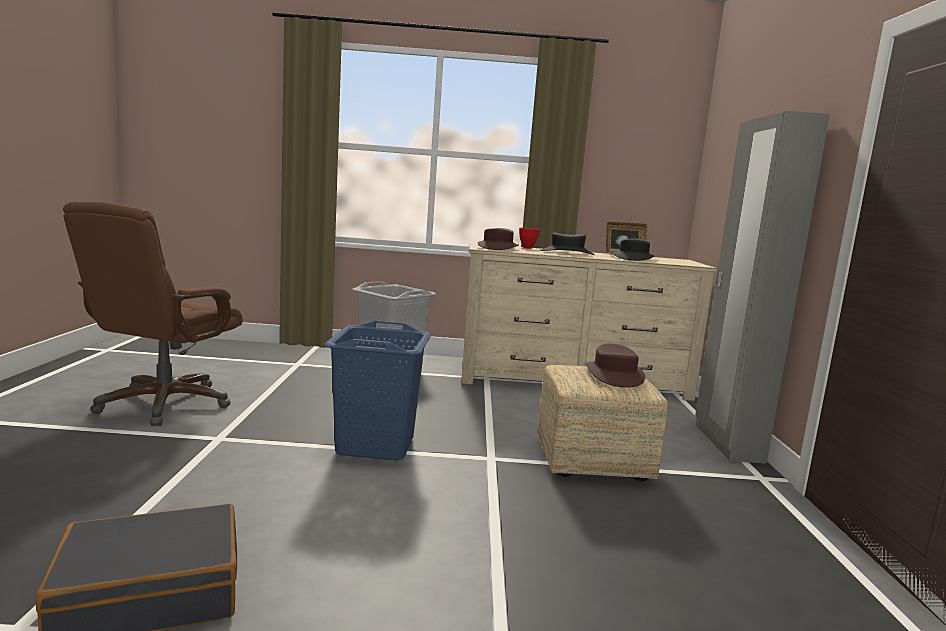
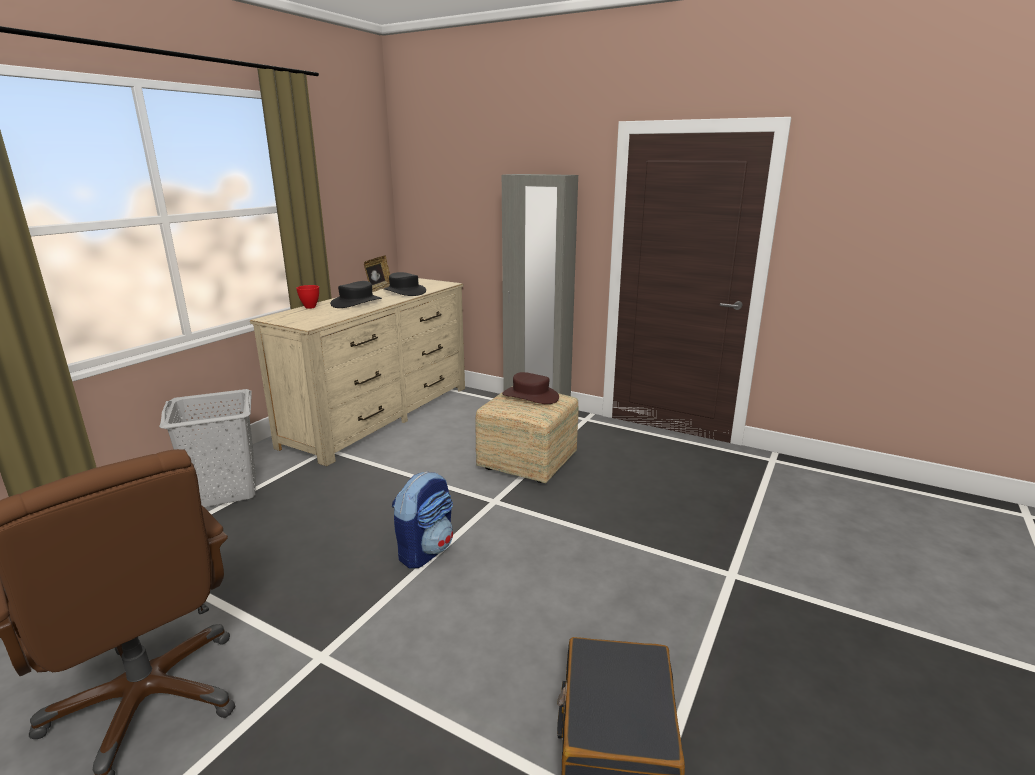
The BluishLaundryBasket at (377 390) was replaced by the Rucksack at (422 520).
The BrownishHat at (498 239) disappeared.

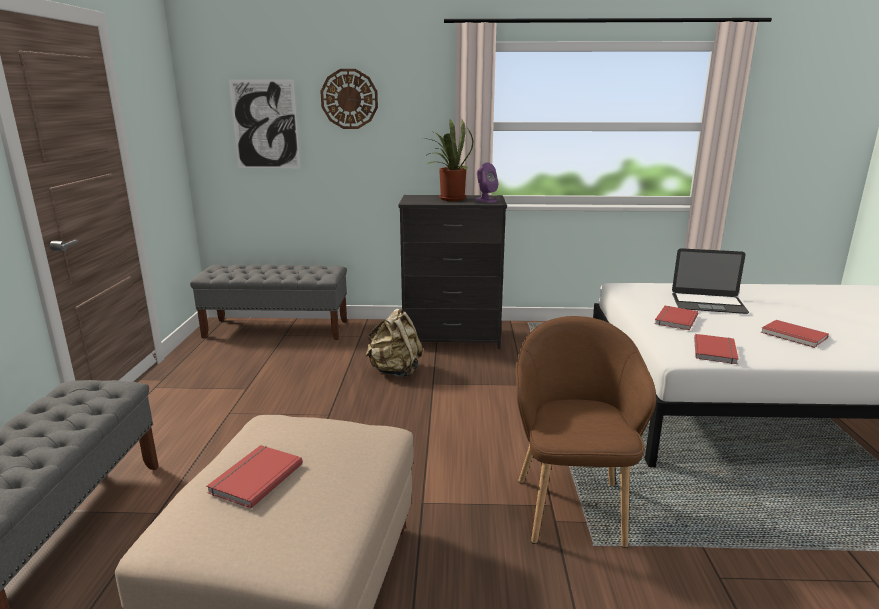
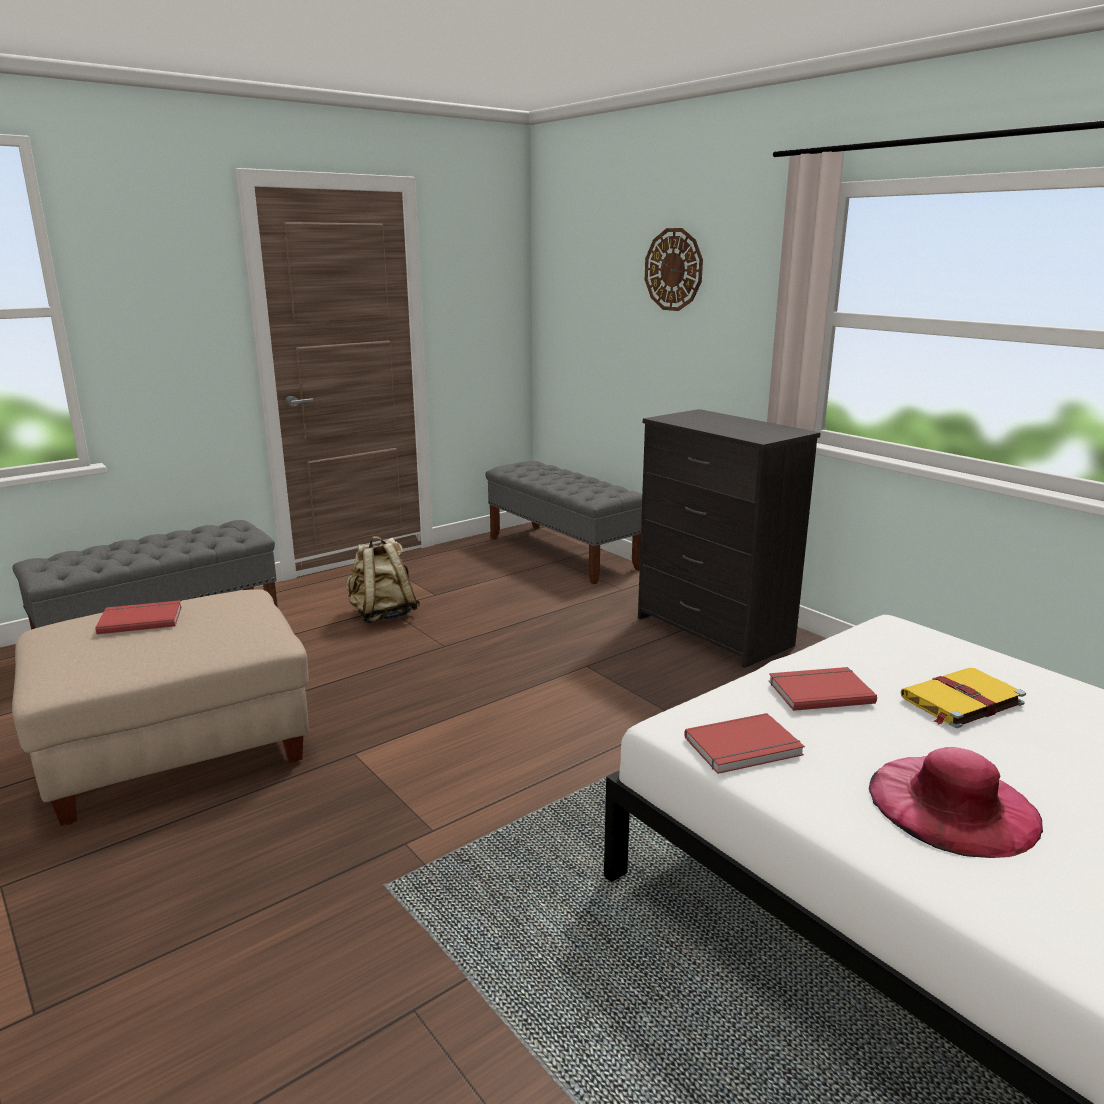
The Picture at (264 124) disappeared.
The BeigeRucksack moved from (394 343) to (383 580).
The PlantInAPot at (448 160) disappeared.
The PurplishAudioSpeaker at (487 182) disappeared.
The BrownishEasyChair at (586 432) disappeared.
The NotebookComputer at (710 281) was replaced by the YellowishBoundBook at (963 698).
The RedBoundBook at (795 334) was replaced by the PinkishHat at (956 802).

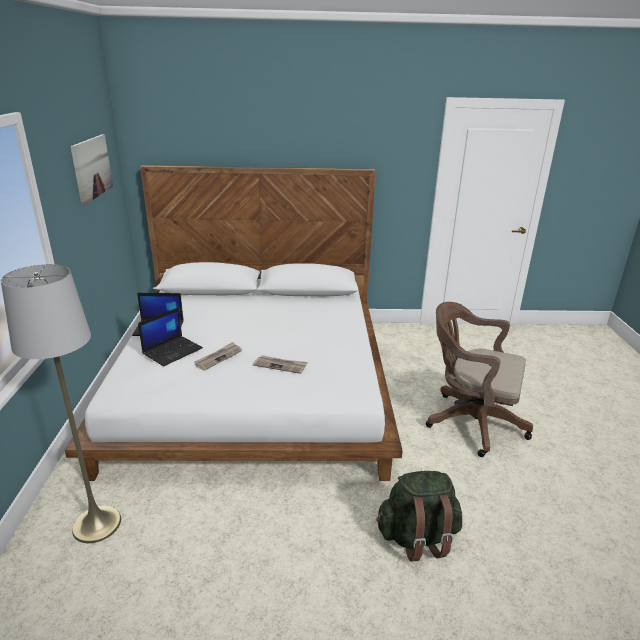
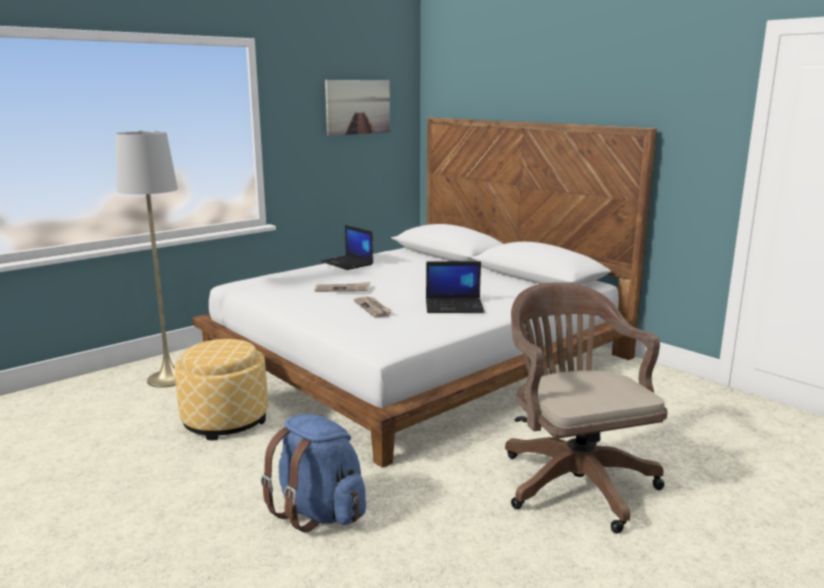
The NotebookComputer moved from (170 336) to (455 287).
The GreenColouredRucksack at (419 516) became the BluishRucksack at (313 473).
The Footrest at (221 389) appeared.

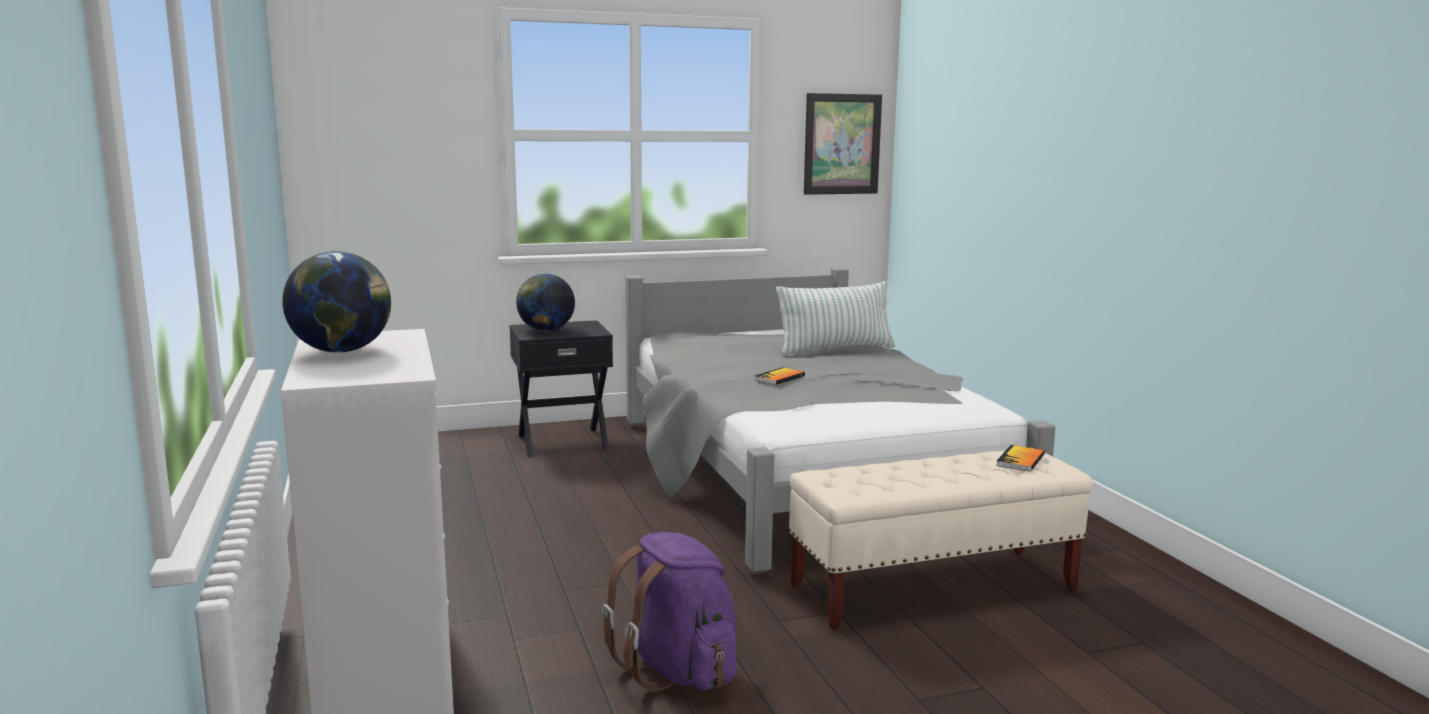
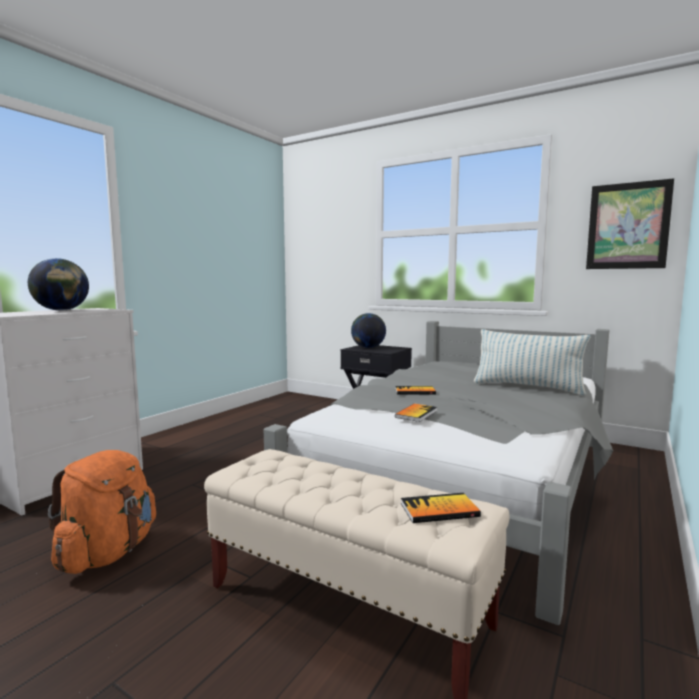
The PurplishRucksack at (669 612) became the OrangeColouredRucksack at (102 512).
The BoundBook at (416 412) appeared.

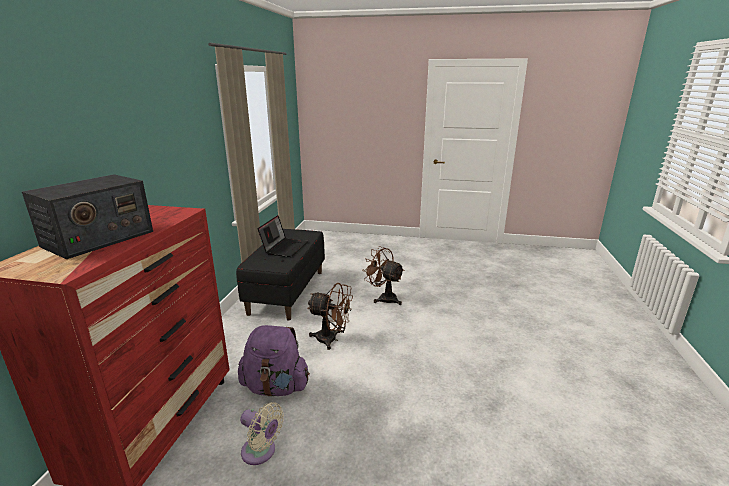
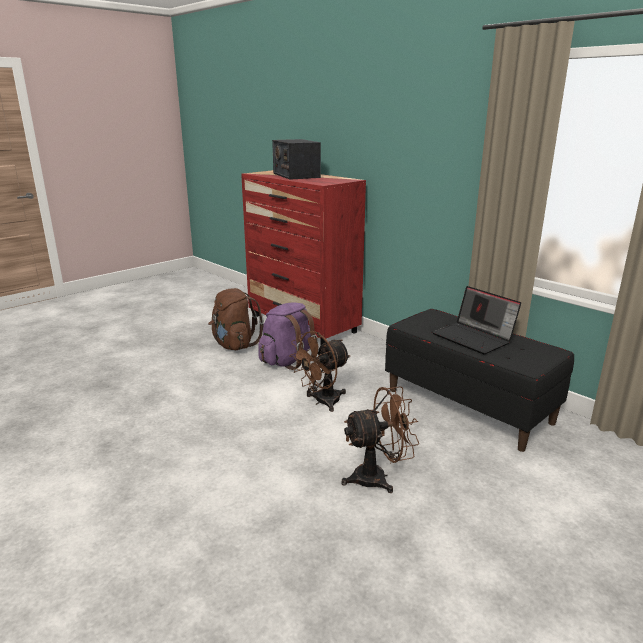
The BeigeCoolingFan at (262 433) was replaced by the BrownishRucksack at (236 319).

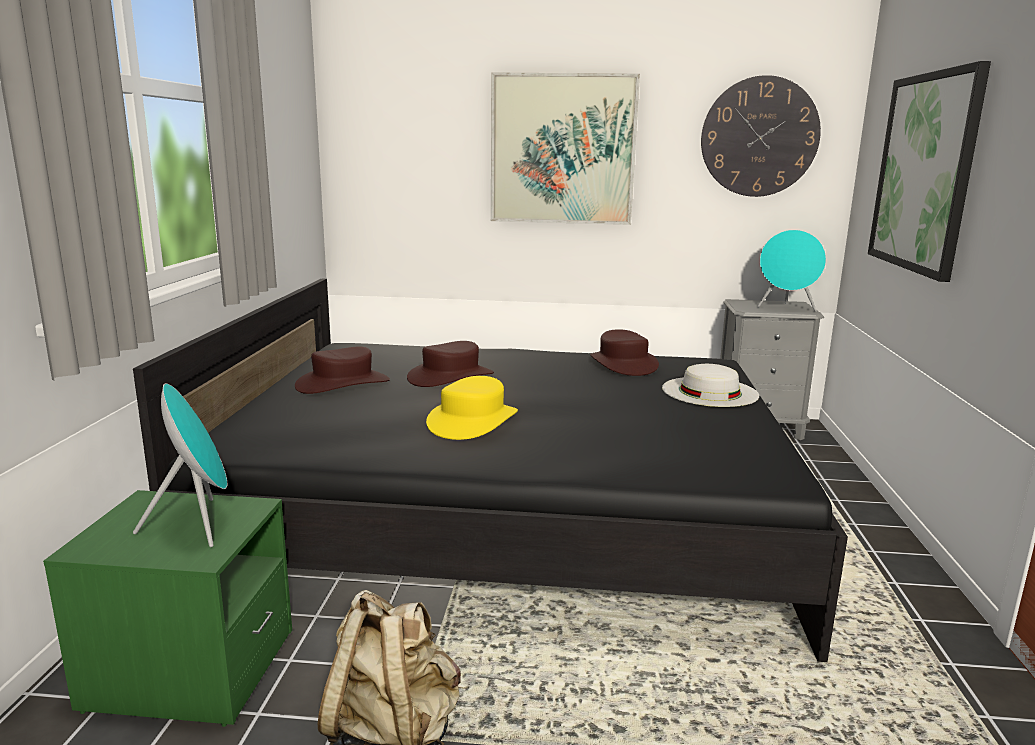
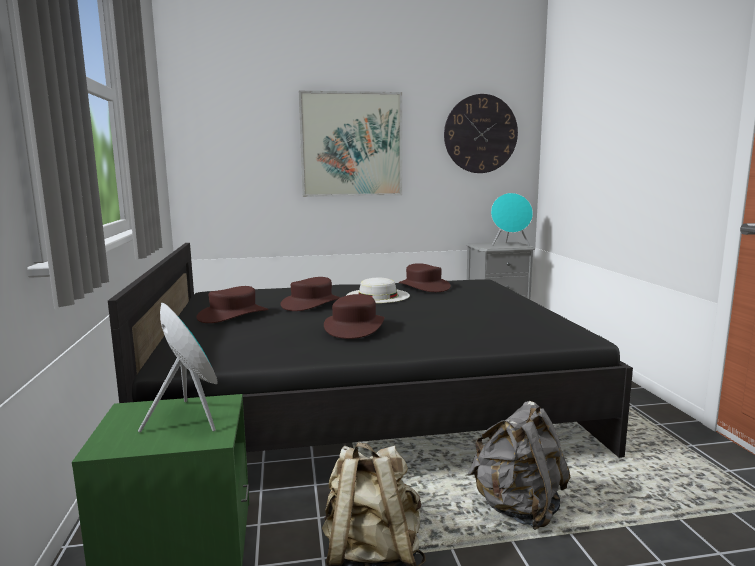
The YellowishHat at (472 408) became the BrownishHat at (354 316).
The WhitishHat moved from (710 385) to (378 290).
The Picture at (929 171) disappeared.
The GrayRucksack at (518 465) appeared.

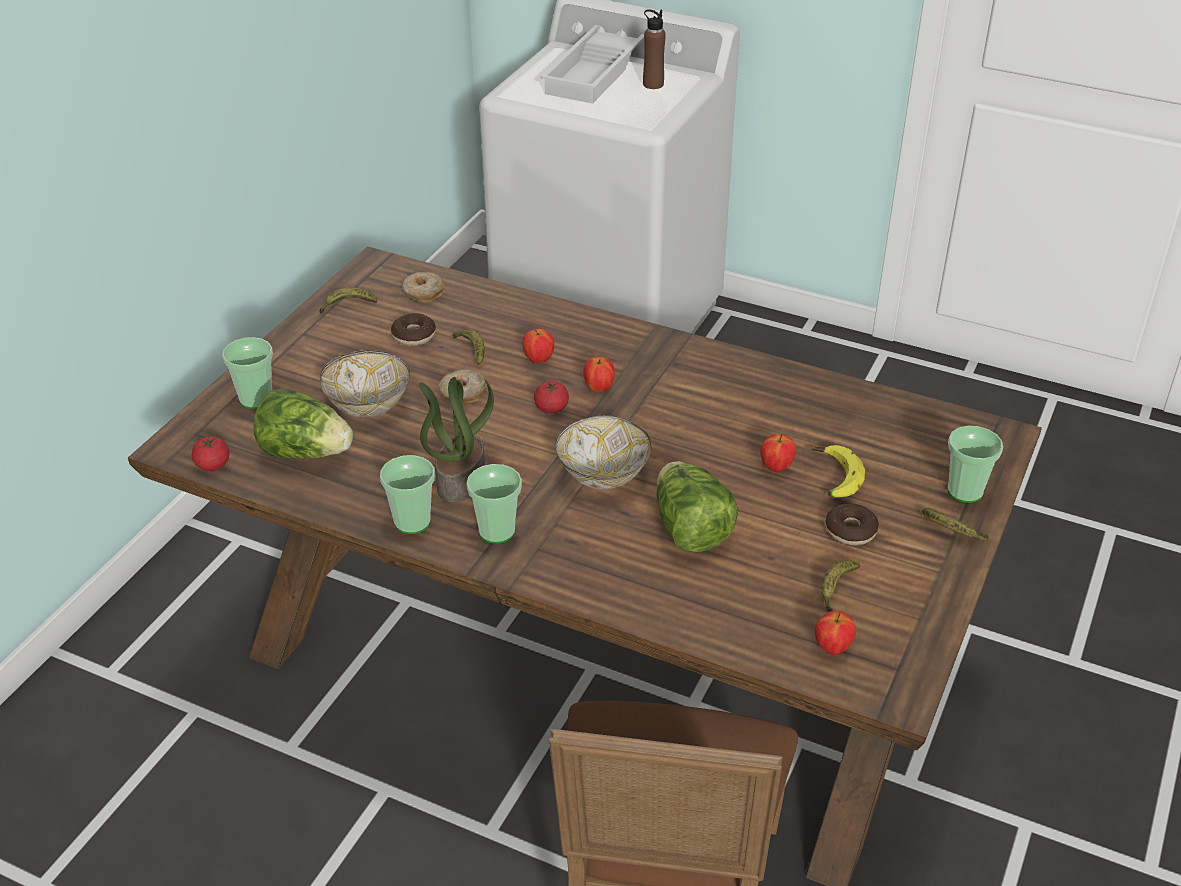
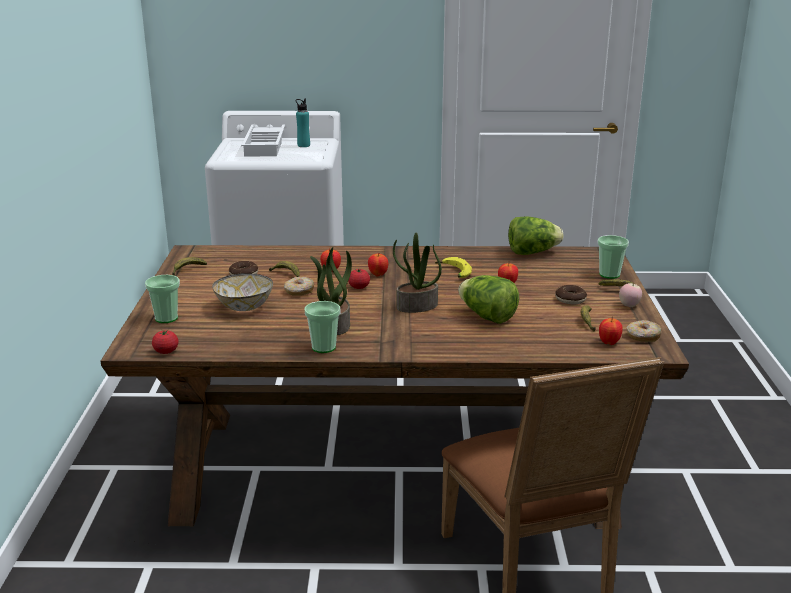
The Lettuce moved from (303 423) to (536 236).
The Donut moved from (423 287) to (644 331).
The SmallCup at (494 503) disappeared.
The DeepDish at (603 452) was replaced by the PlantInAPot at (417 273).
The BrownishBottle at (654 49) became the TurquoiseColouredBottle at (303 123).
The Banana moved from (838 471) to (453 267).
The AppleFruit at (630 294) appeared.

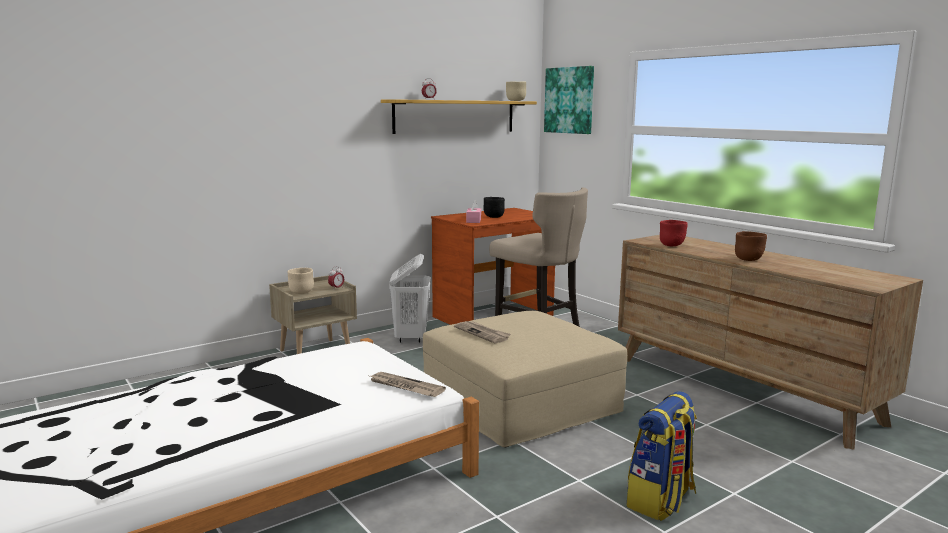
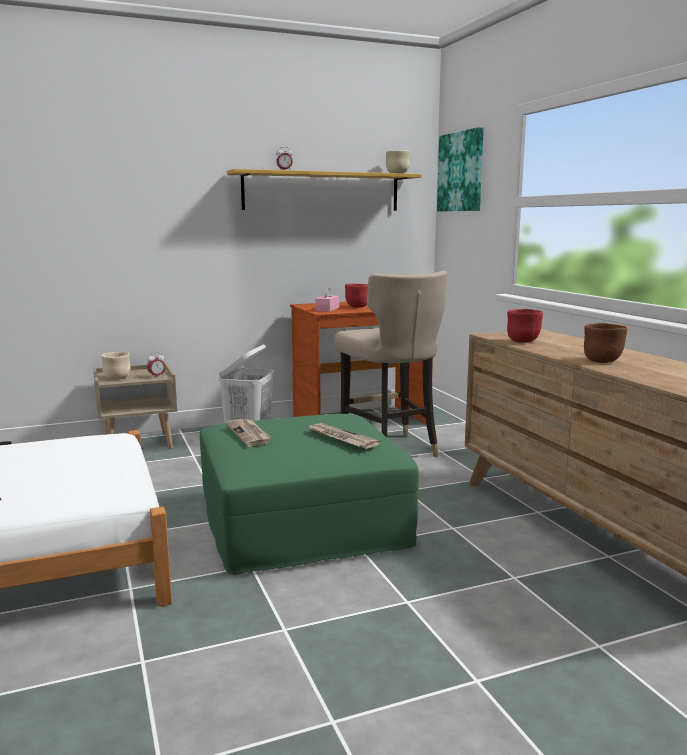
The DailyPaper moved from (408 384) to (344 436).
The BeigeFootrest at (525 379) became the GreenColouredFootrest at (309 494).
The BlackDeepDish at (494 207) became the RedDeepDish at (356 295).
The Rucksack at (661 456) disappeared.

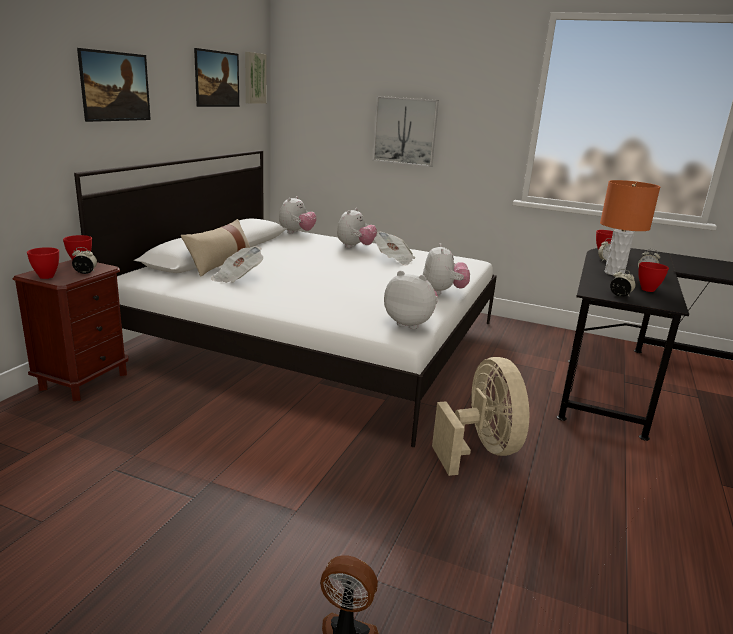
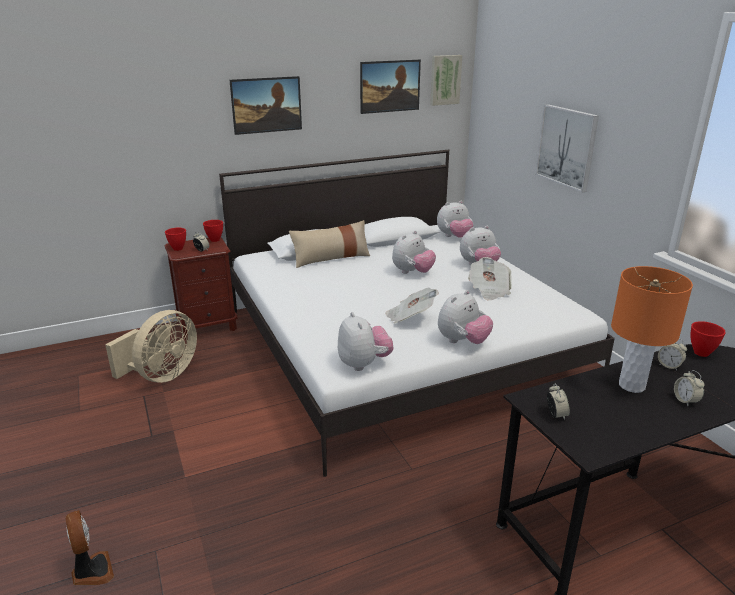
The DailyPaper moved from (237 264) to (412 305).
The BeigeCoolingFan moved from (480 416) to (151 346).
The RedDeepDish at (653 277) disappeared.
The CuddlyToy at (414 252) appeared.

